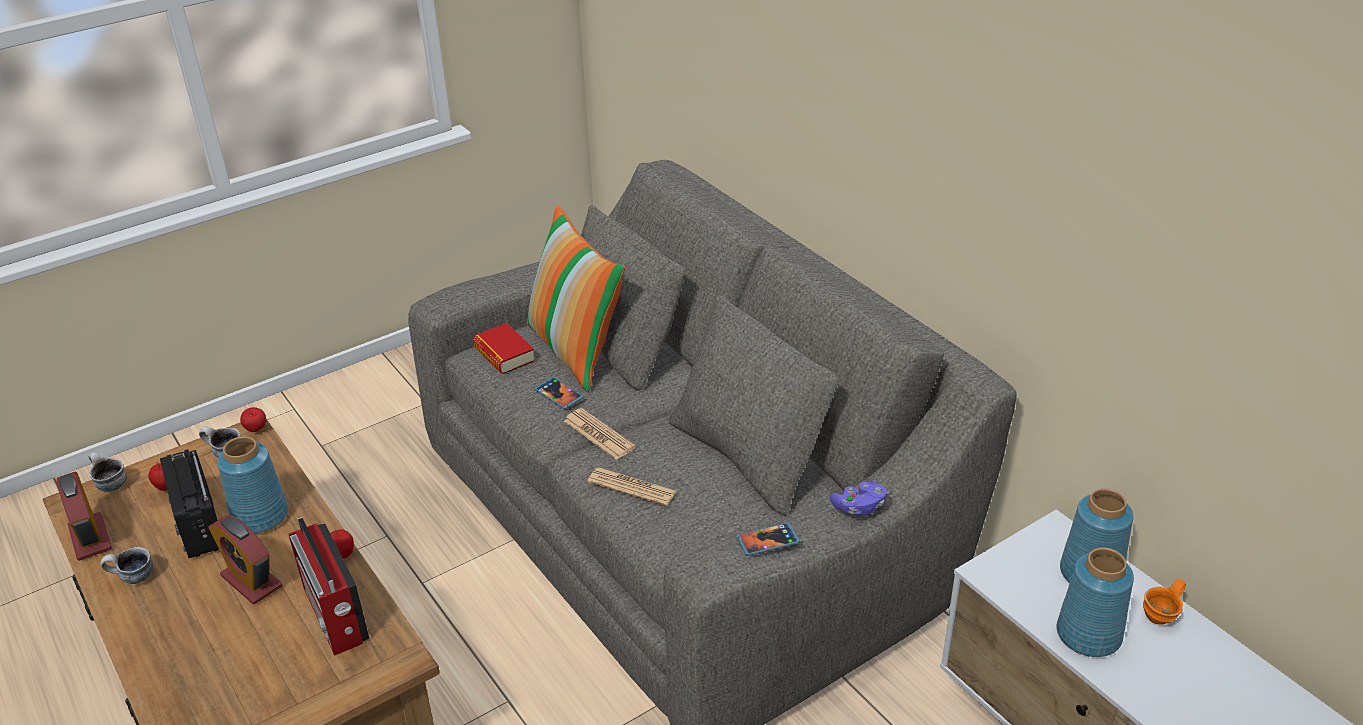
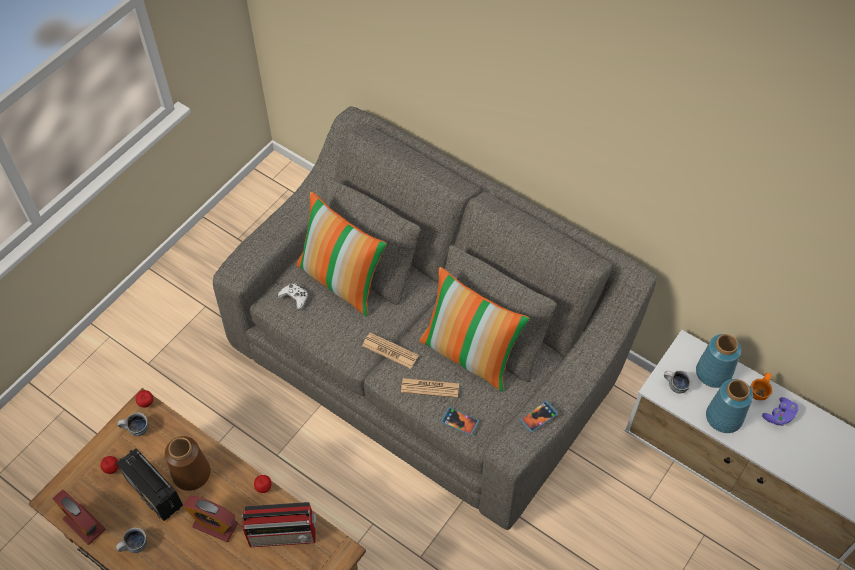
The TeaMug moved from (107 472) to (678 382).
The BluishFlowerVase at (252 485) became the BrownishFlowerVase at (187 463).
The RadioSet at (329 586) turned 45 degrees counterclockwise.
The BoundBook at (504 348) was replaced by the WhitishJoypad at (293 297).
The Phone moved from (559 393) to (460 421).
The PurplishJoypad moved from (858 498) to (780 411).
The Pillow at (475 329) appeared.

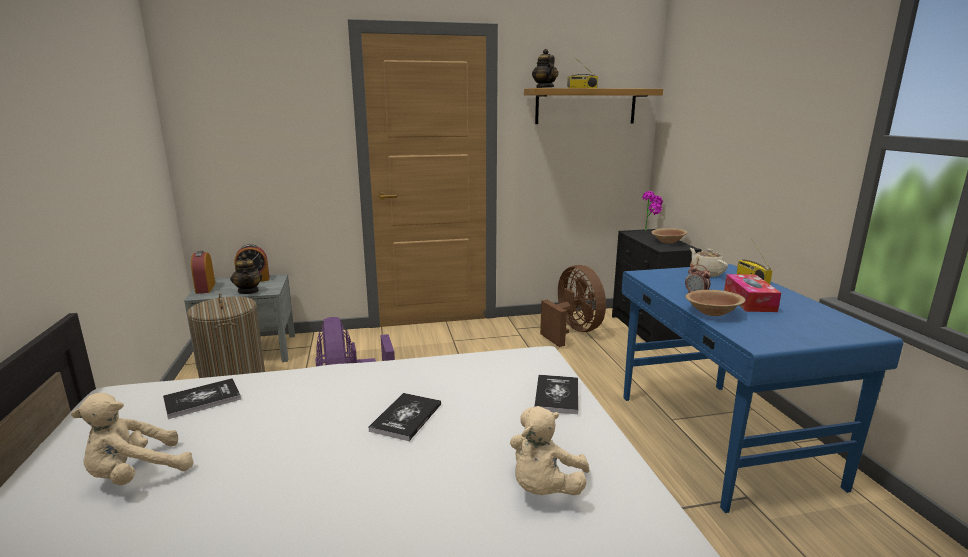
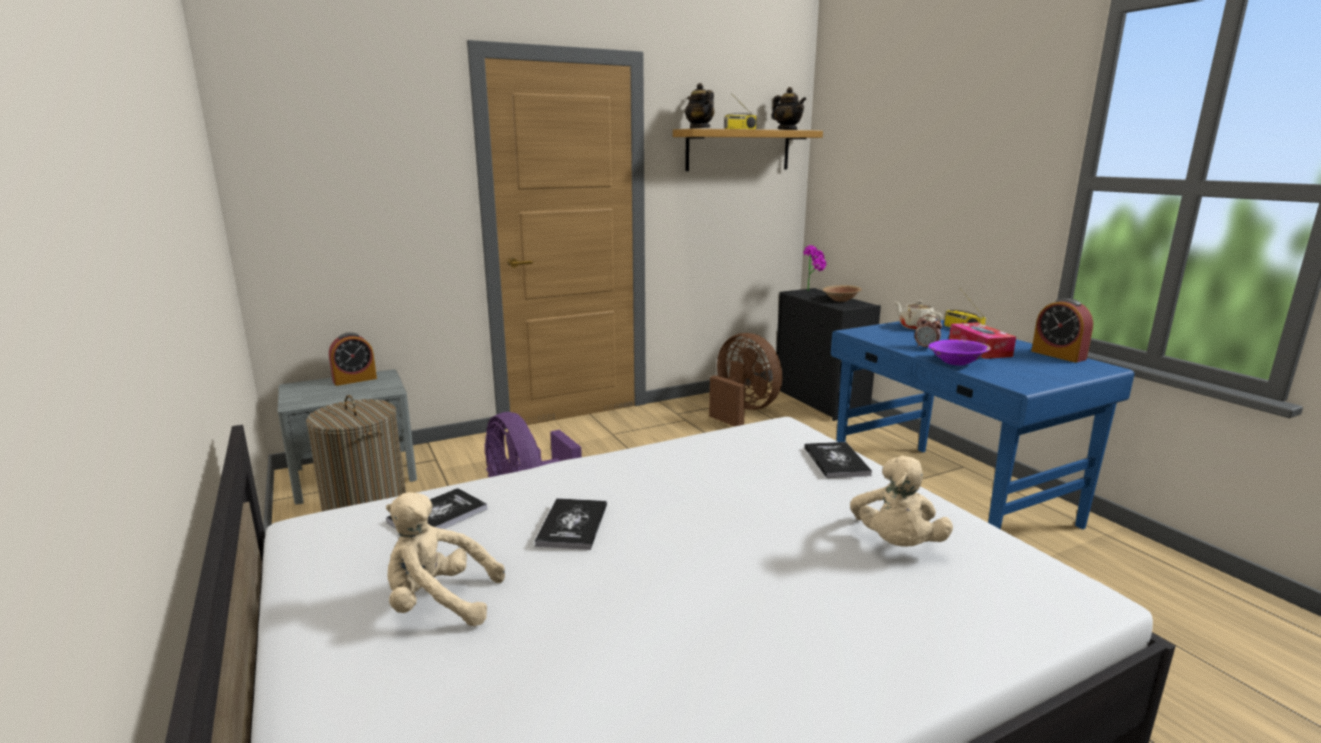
The BeigeCuddlyToy at (132 439) turned 60 degrees clockwise.
The TableClock moved from (203 272) to (1062 330).
The PotForTea moved from (246 274) to (789 108).
The BoundBook moved from (404 417) to (571 524).
The BrownishDeepDish at (715 303) became the PurplishDeepDish at (959 352).

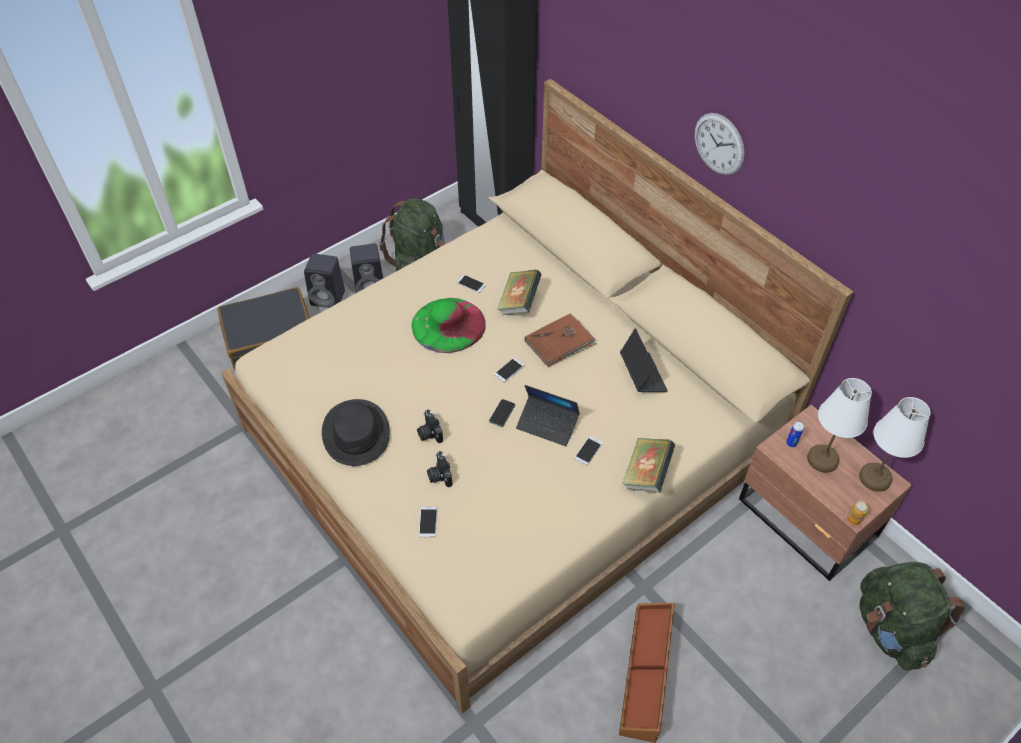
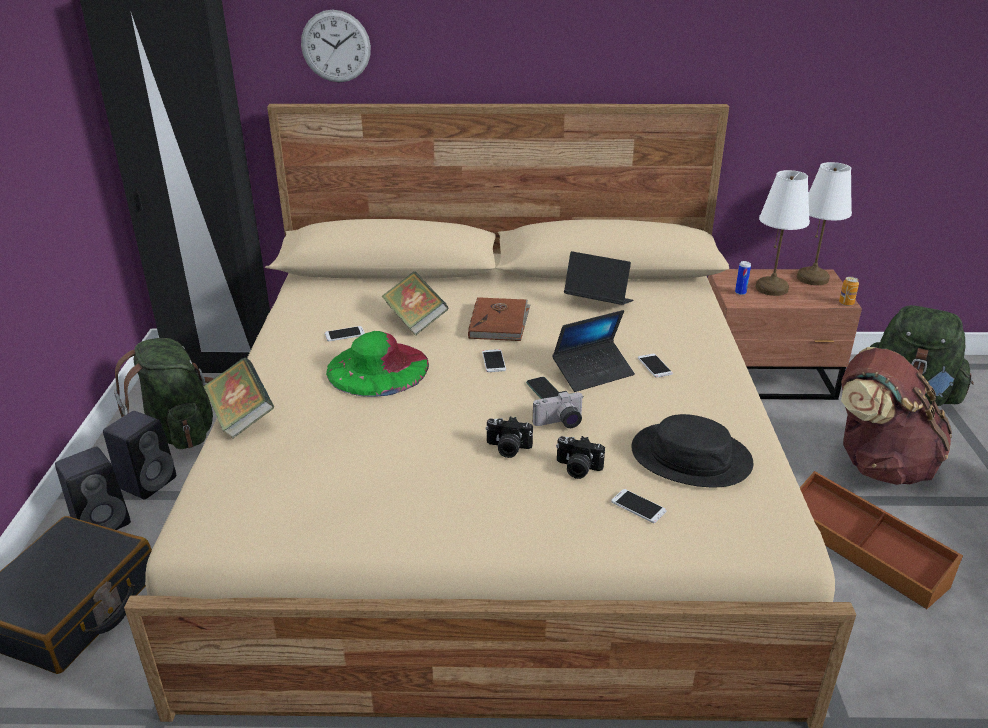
The BlackHat moved from (356 432) to (692 450).
The BoundBook moved from (648 465) to (238 398).
The ClockOnTheWall moved from (719 144) to (336 46).
The PhotoCamera at (558 409) appeared.
The BrownishRucksack at (896 416) appeared.

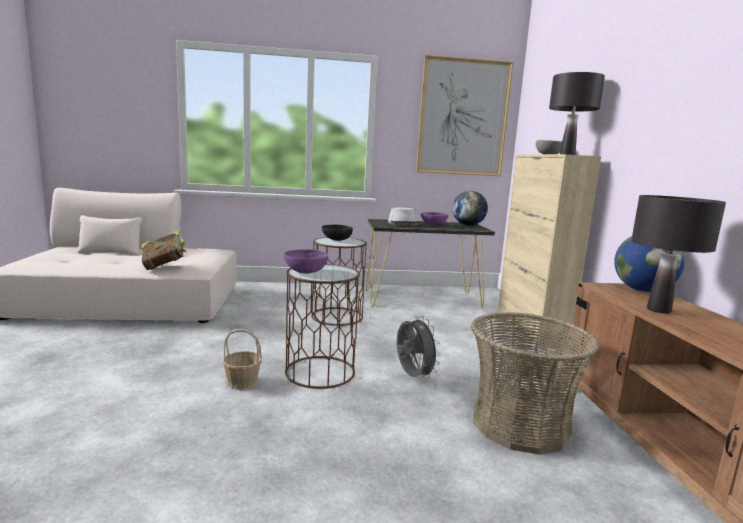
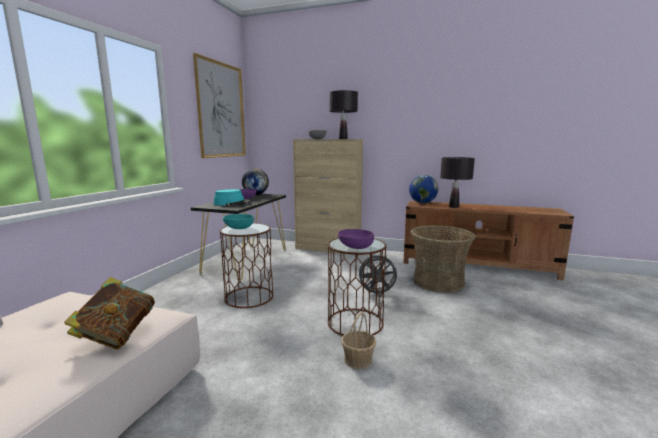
The BlackDeepDish at (337 233) became the TurquoiseColouredDeepDish at (238 221).
The GrayHat at (404 216) became the TurquoiseColouredHat at (232 197).

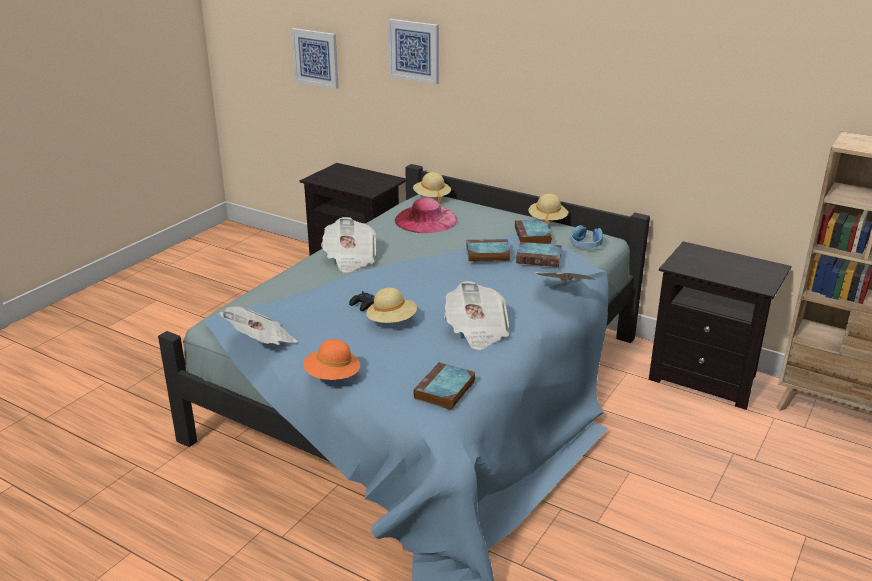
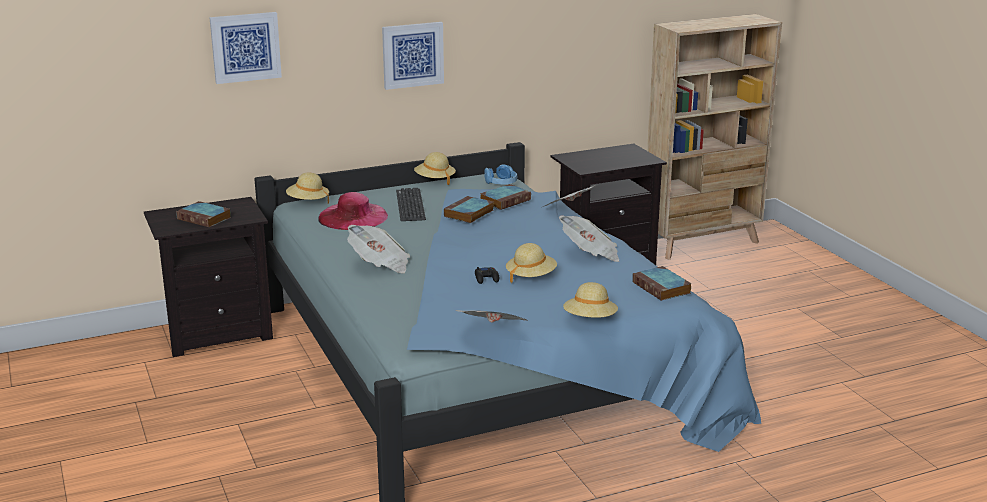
The Picture moved from (315 58) to (413 56).
The OrangeColouredHat at (332 359) became the BeigeHat at (590 300).
The BoundBook moved from (533 231) to (203 214).
The ComputerKeyboard at (411 204) appeared.

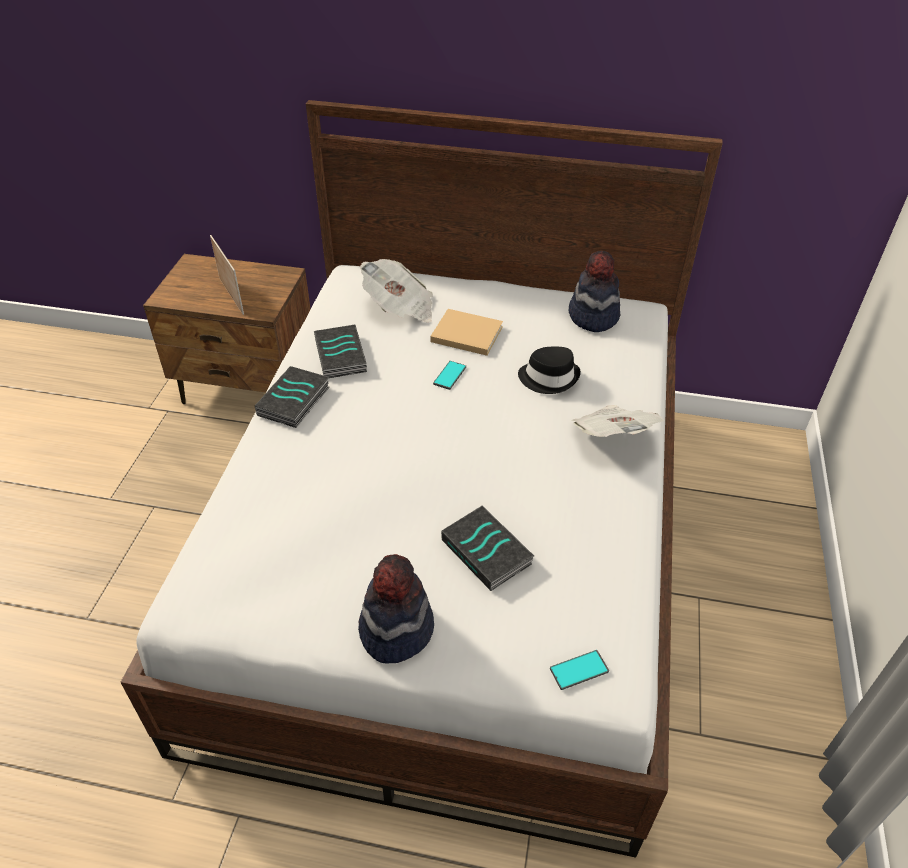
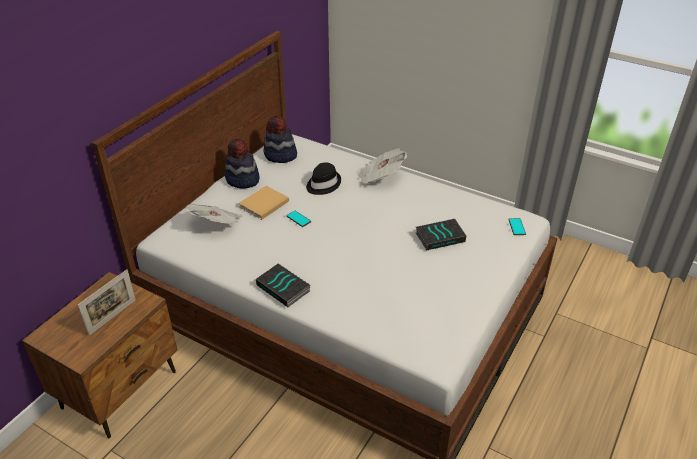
The StandingFrame at (227 275) turned 135 degrees clockwise.
The BoundBook at (340 351) disappeared.
The Hat moved from (396 609) to (242 163).

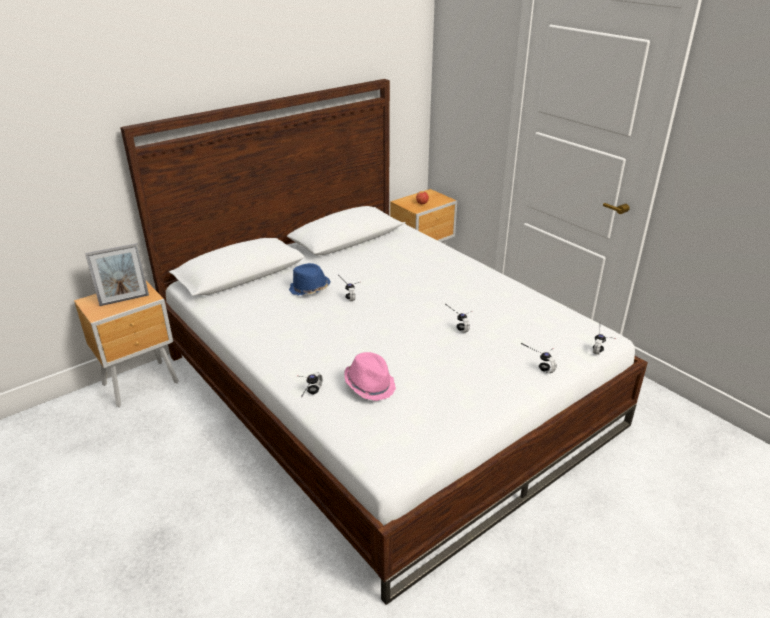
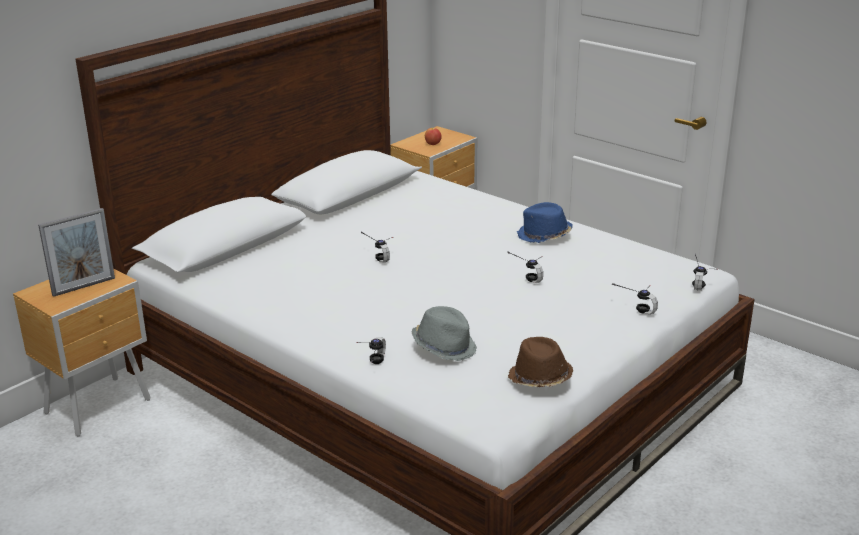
The BluishHat moved from (309 279) to (545 222).
The PinkishHat at (370 376) became the GrayHat at (444 333).
The BrownishHat at (540 362) appeared.

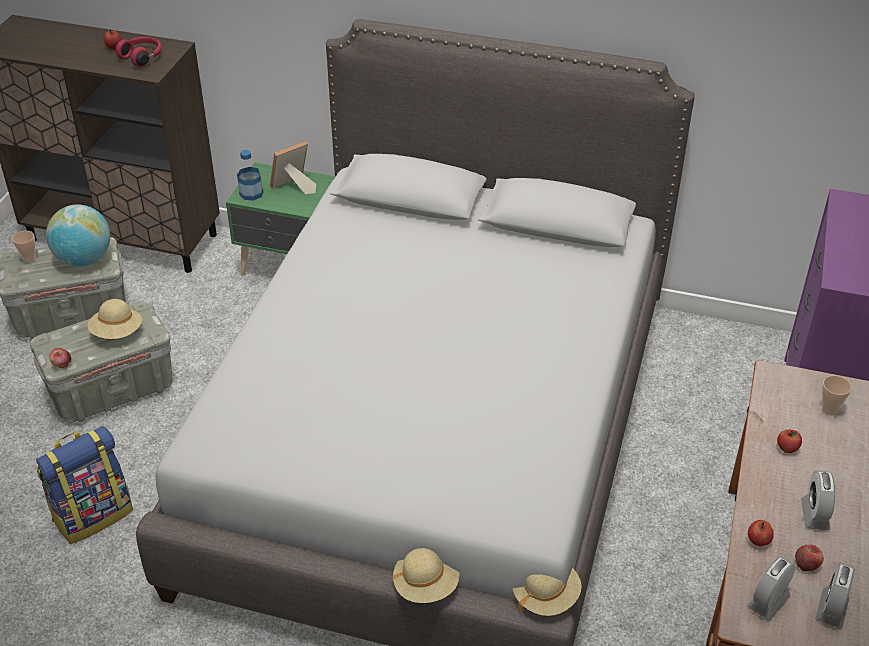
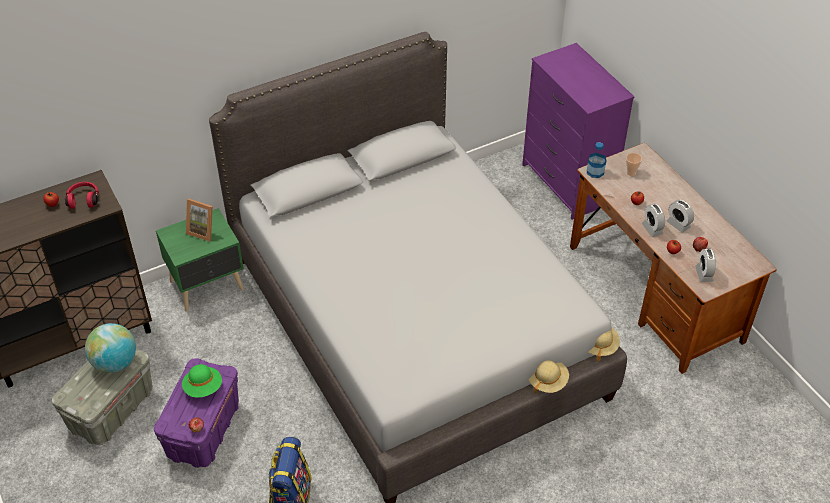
The SmallCup at (24 246) disappeared.
The GrayStorageBin at (101 362) became the PurplishStorageBin at (196 413).
The BeigeHat at (114 319) became the GreenColouredHat at (202 380).
The Bottle moved from (250 175) to (597 160).
The StandingFrame at (293 167) turned 75 degrees counterclockwise.
The TableClock moved from (835 596) to (653 220).

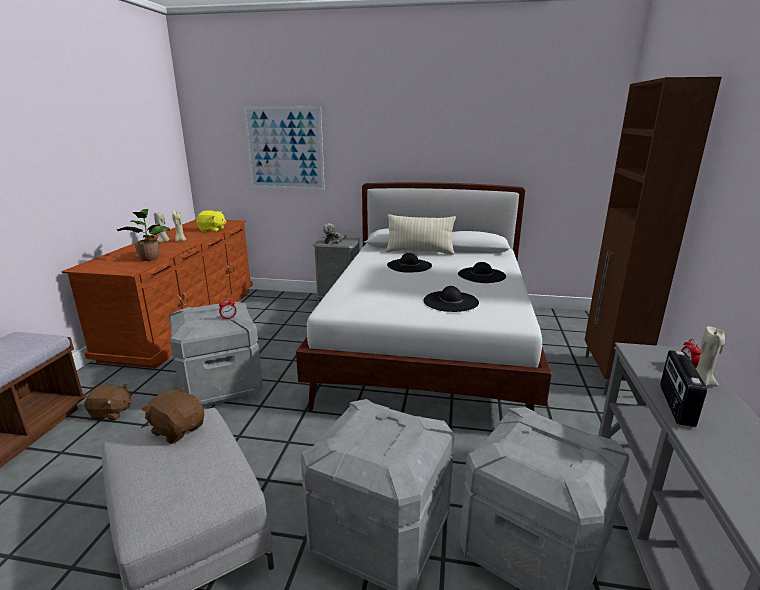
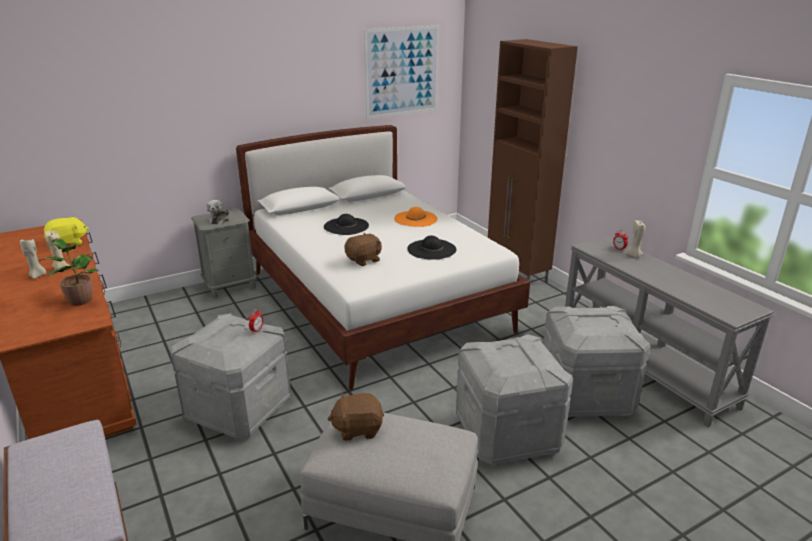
The BrownishCuddlyToy moved from (108 402) to (363 249).
The Picture moved from (284 148) to (401 72).
The BeigePillow at (421 234) disappeared.
The BlackHat at (482 272) became the OrangeColouredHat at (416 217).
The RadioSet at (683 388) disappeared.

